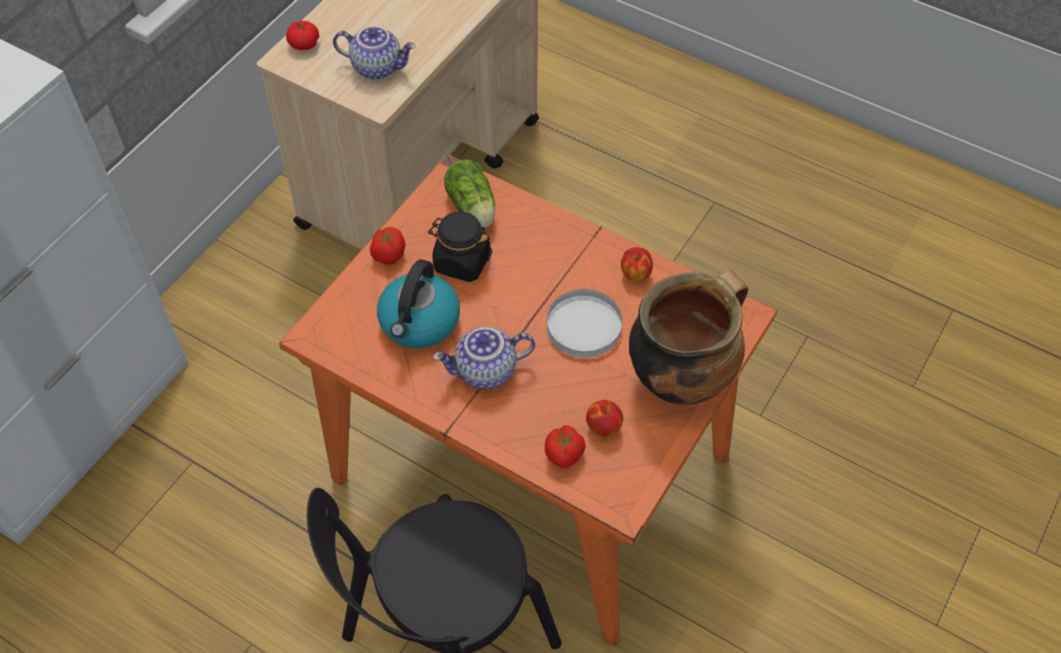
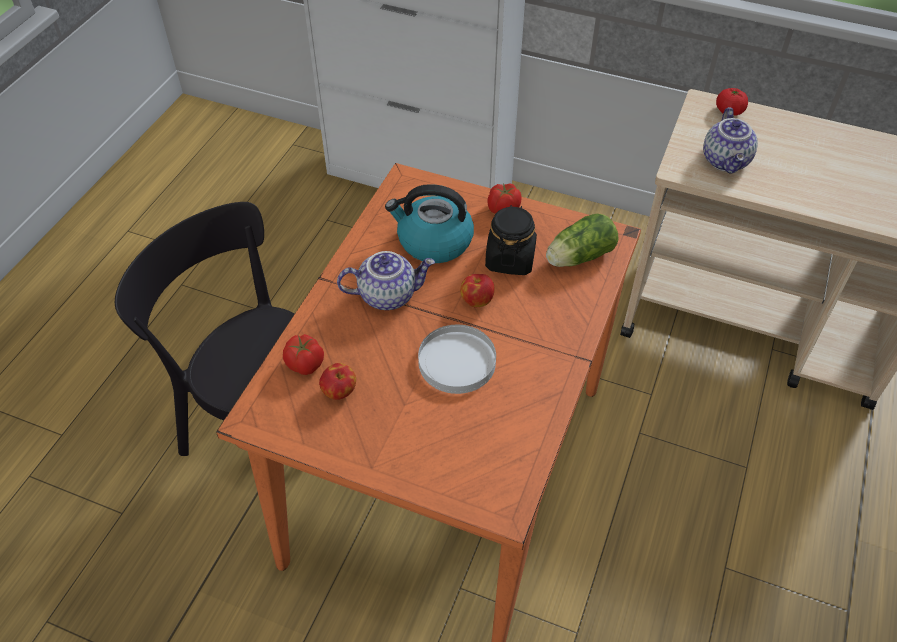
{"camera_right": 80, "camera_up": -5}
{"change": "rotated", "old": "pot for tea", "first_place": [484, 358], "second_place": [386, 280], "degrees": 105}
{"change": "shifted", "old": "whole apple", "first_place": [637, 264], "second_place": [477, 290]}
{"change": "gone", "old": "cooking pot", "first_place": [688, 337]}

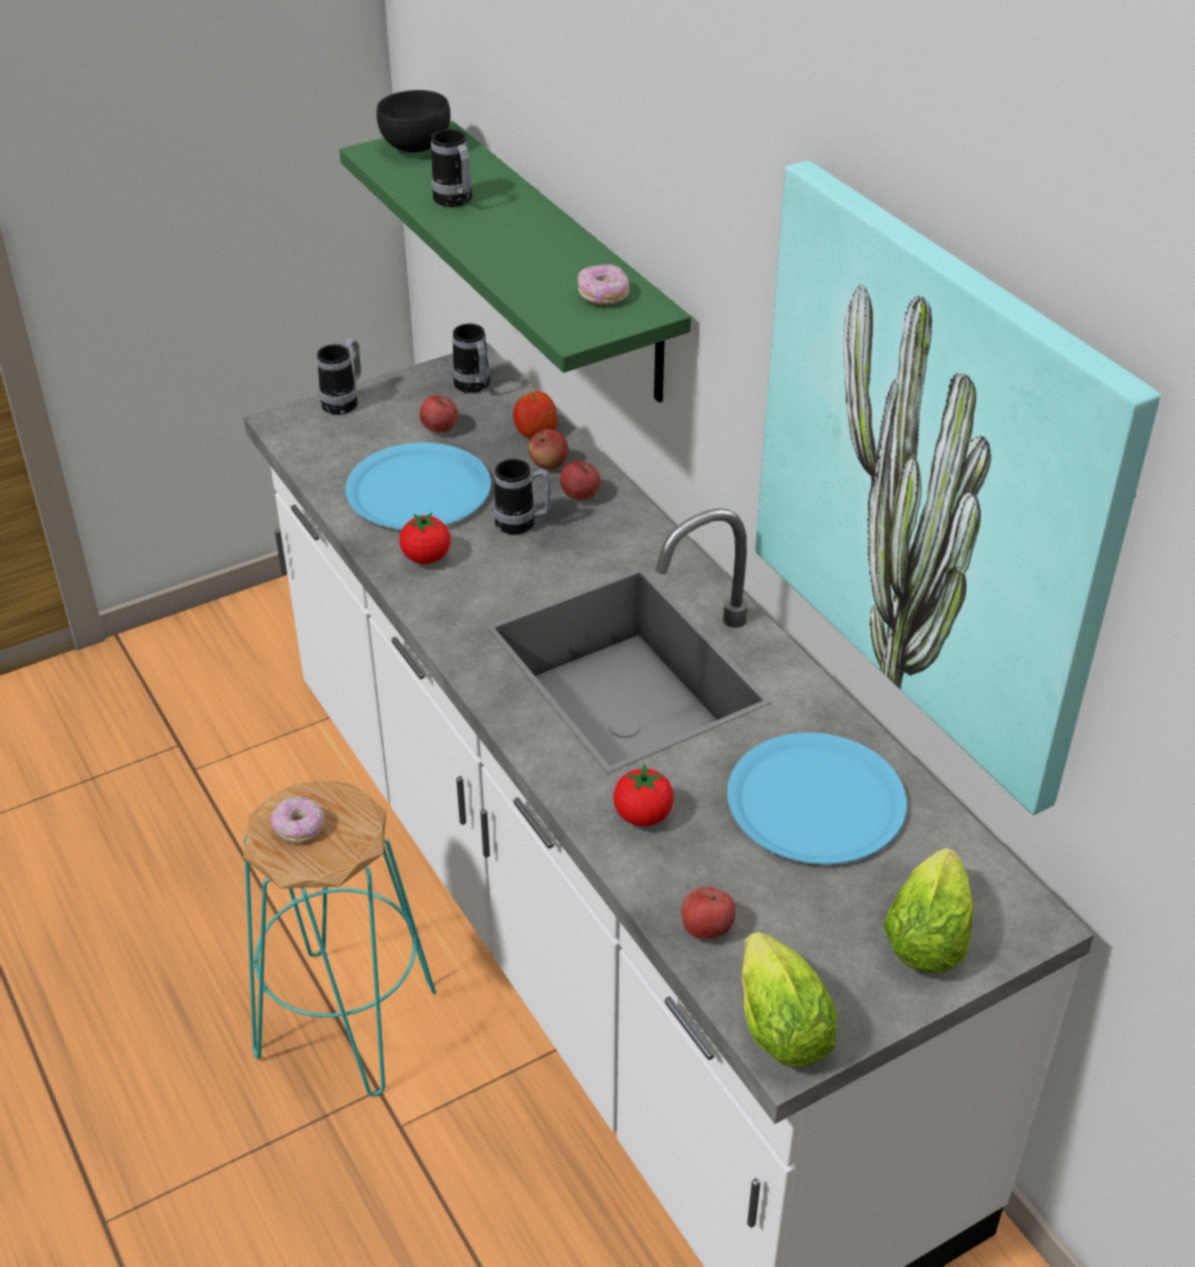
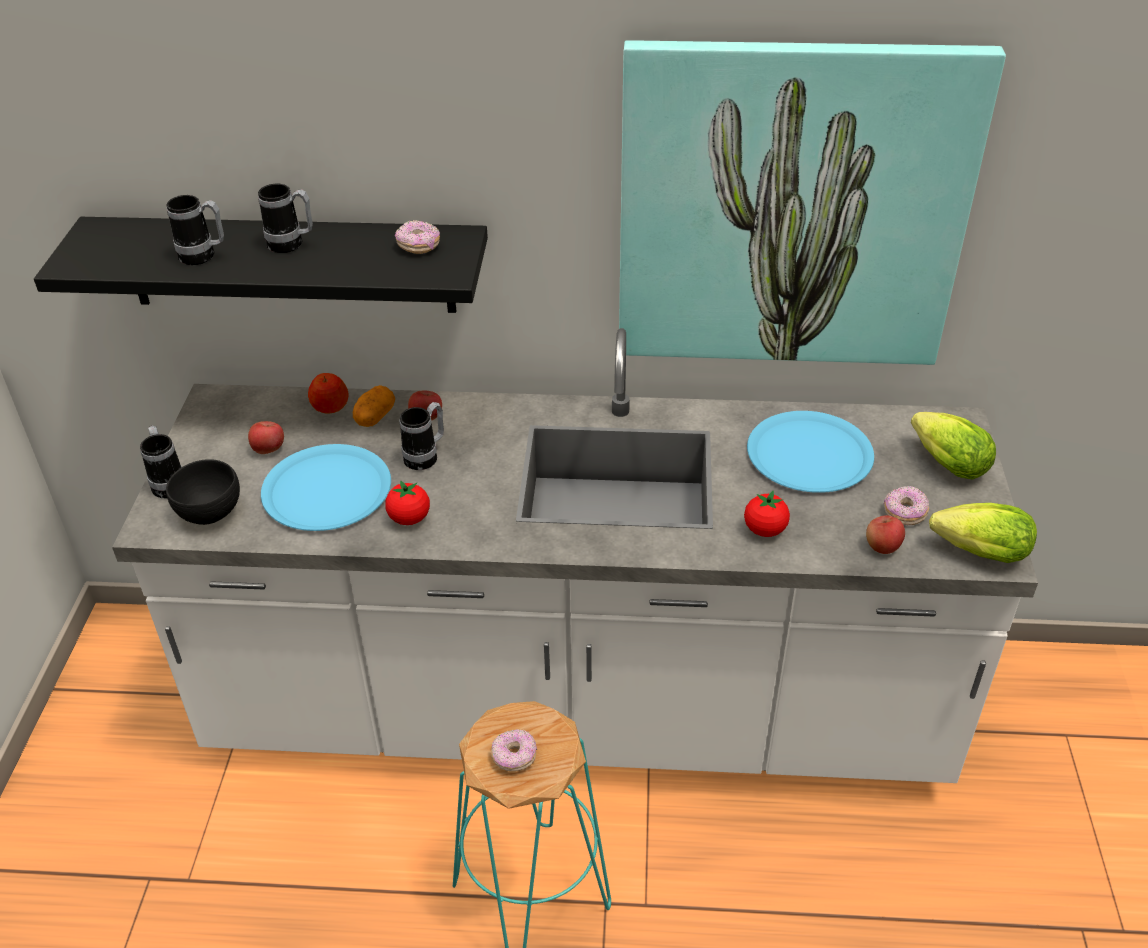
{"camera_right": -55, "camera_up": 0}
{"change": "repainted", "old": "greenish wall shelf", "new": "black-coloured wall shelf", "first_place": [515, 262], "second_place": [261, 265]}
{"change": "shifted", "old": "black-coloured deep dish", "first_place": [413, 121], "second_place": [203, 492]}
{"change": "shifted", "old": "coffee mug", "first_place": [471, 358], "second_place": [285, 218]}
{"change": "swapped", "old": "whole apple", "new": "whole potato", "first_place": [548, 449], "second_place": [374, 406]}
{"change": "new", "new": "doughnut", "second_place": [906, 505]}

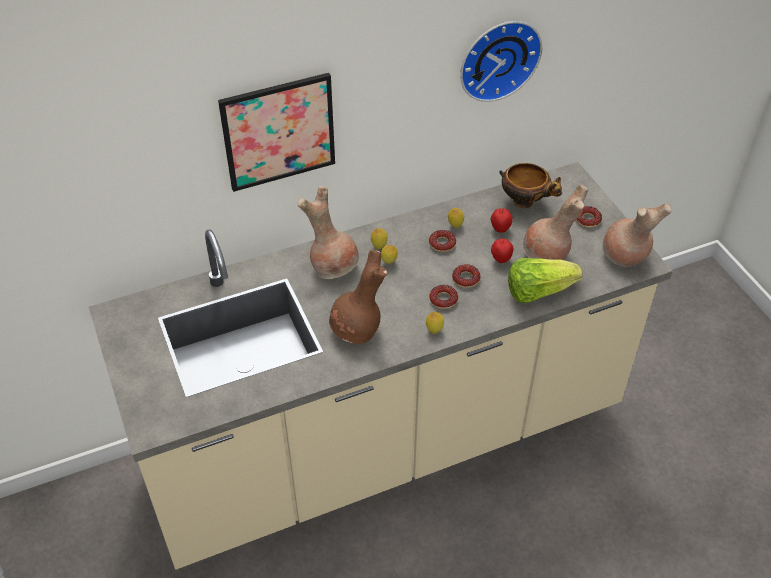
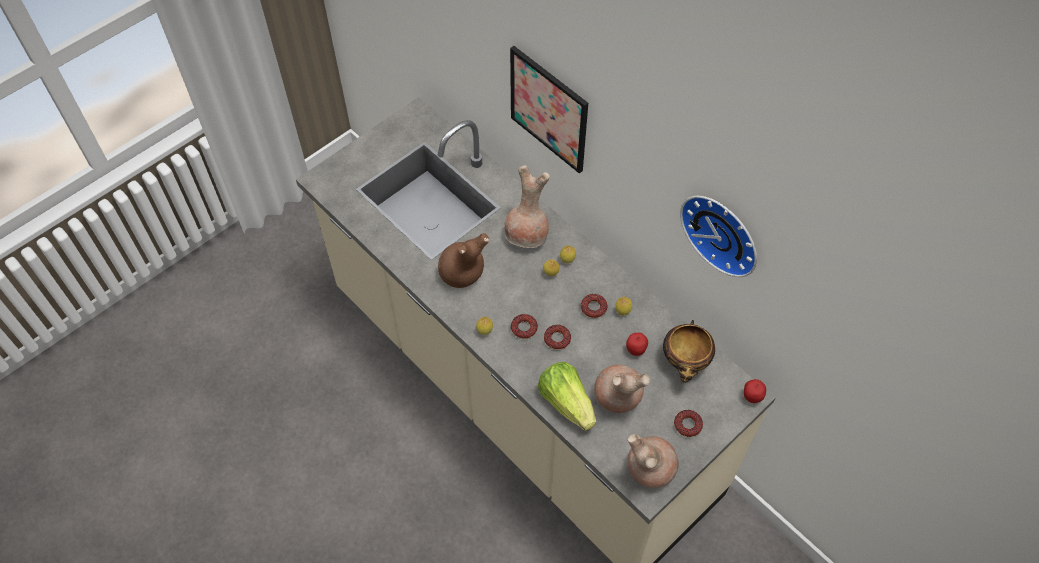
{"camera_right": 70, "camera_up": 10}
{"change": "shifted", "old": "whole apple", "first_place": [502, 250], "second_place": [755, 391]}

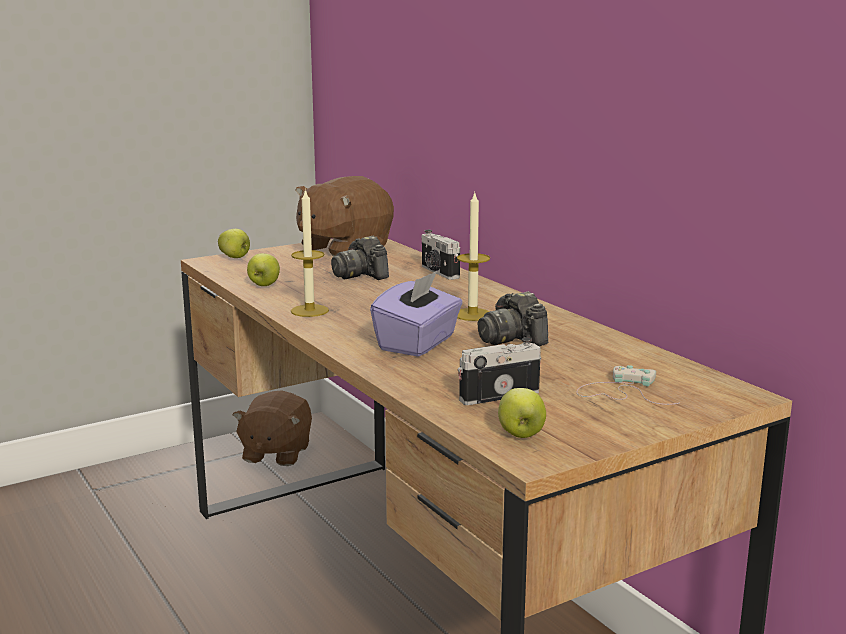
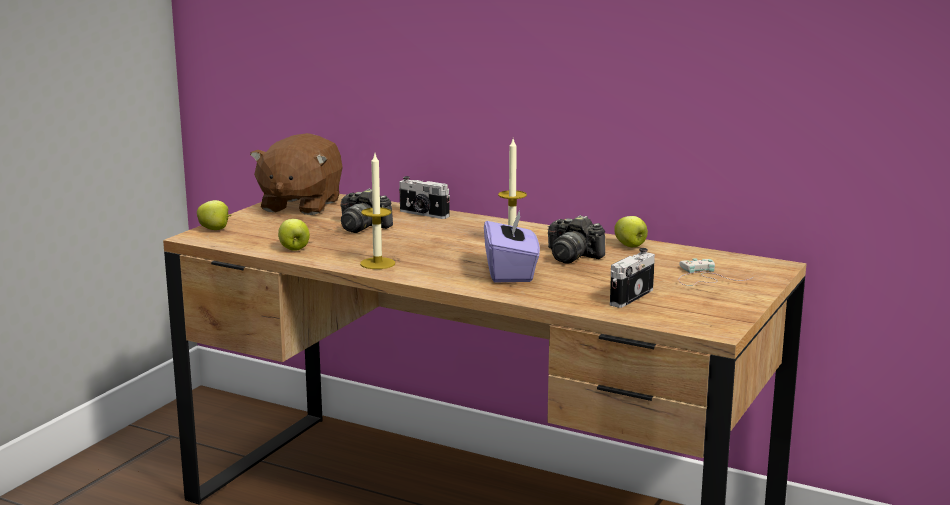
{"camera_right": -30, "camera_up": 0}
{"change": "gone", "old": "brown-coloured soft toy", "first_place": [272, 428]}
{"change": "shifted", "old": "whole apple", "first_place": [522, 413], "second_place": [631, 231]}

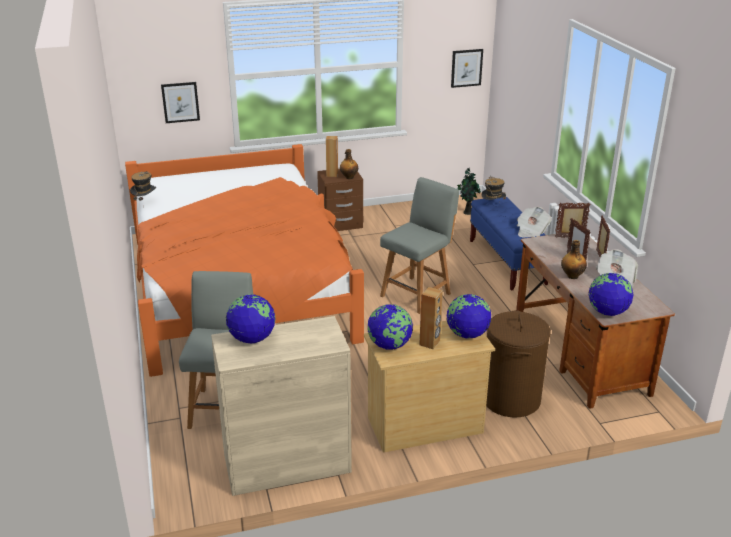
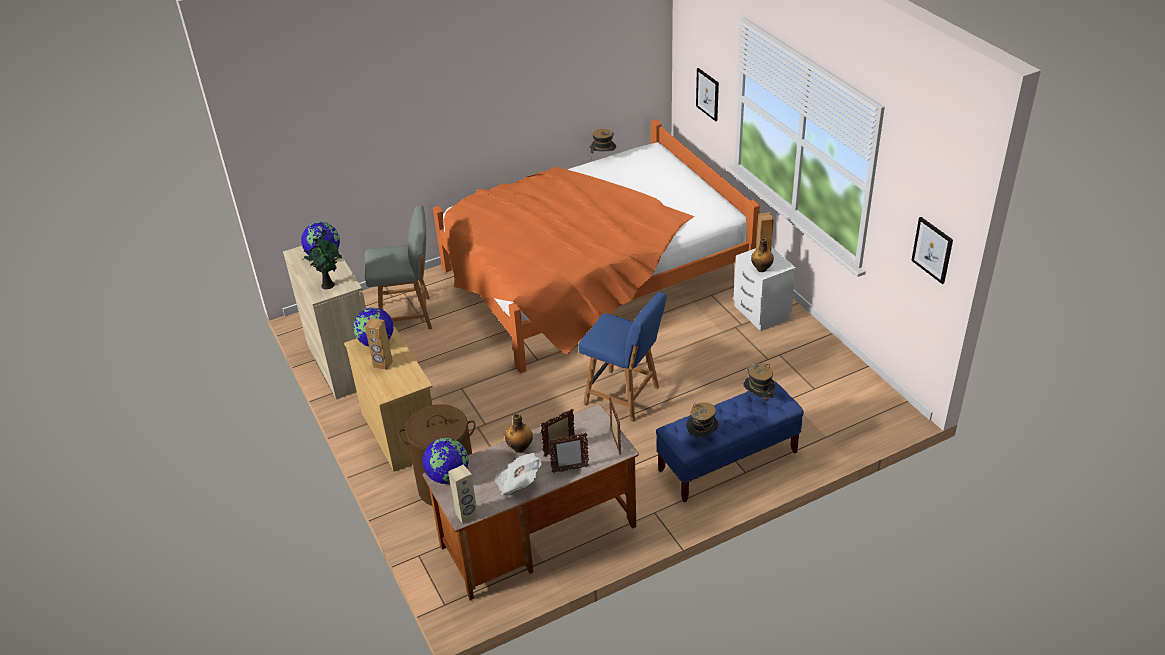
{"camera_right": 80, "camera_up": 10}
{"change": "repainted", "old": "brown-coloured nightstand", "new": "white nightstand", "first_place": [340, 200], "second_place": [764, 289]}
{"change": "repainted", "old": "gray plain chair", "new": "blue plain chair", "first_place": [419, 245], "second_place": [622, 357]}
{"change": "gone", "old": "globe", "first_place": [468, 316]}
{"change": "shifted", "old": "potted plant", "first_place": [469, 191], "second_place": [322, 259]}
{"change": "swapped", "old": "newspaper", "new": "clothing hat", "first_place": [533, 222], "second_place": [702, 419]}
{"change": "new", "new": "beige loudspeaker", "second_place": [463, 494]}

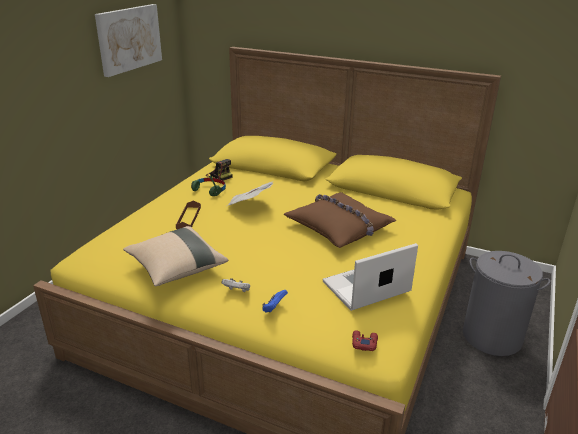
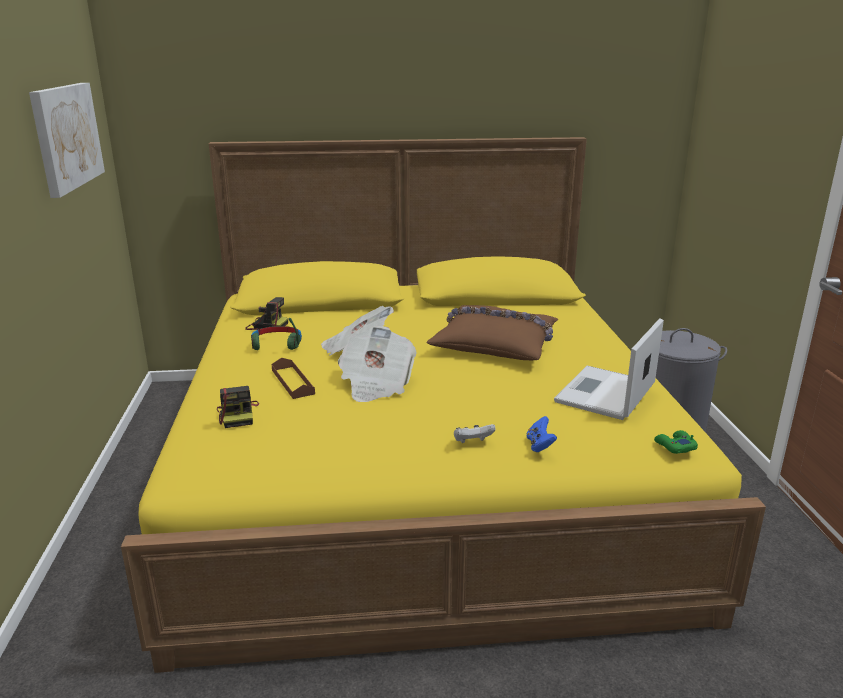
{"camera_right": -30, "camera_up": -5}
{"change": "gone", "old": "beige throw pillow", "first_place": [176, 256]}
{"change": "repainted", "old": "red gamepad", "new": "greenish gamepad", "first_place": [365, 340], "second_place": [676, 442]}
{"change": "new", "new": "still camera", "second_place": [238, 407]}
{"change": "new", "new": "newspaper", "second_place": [377, 364]}

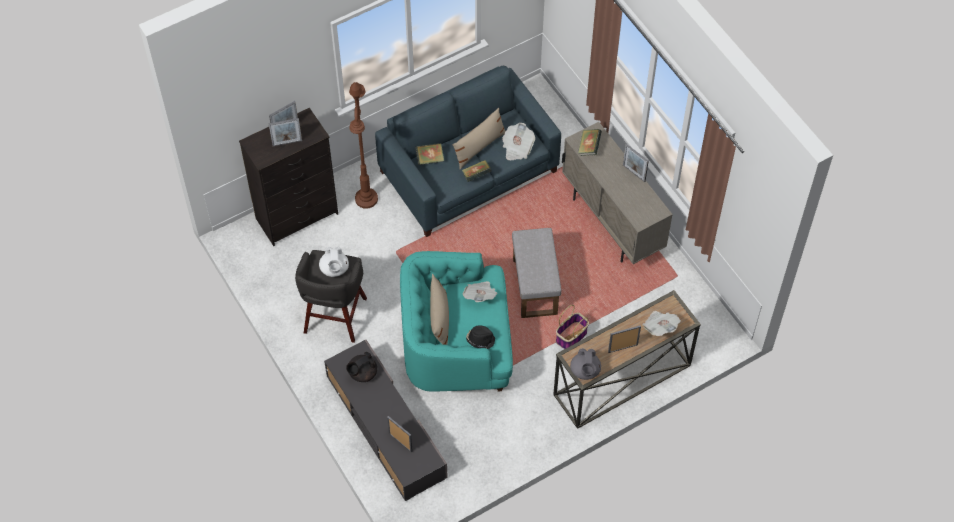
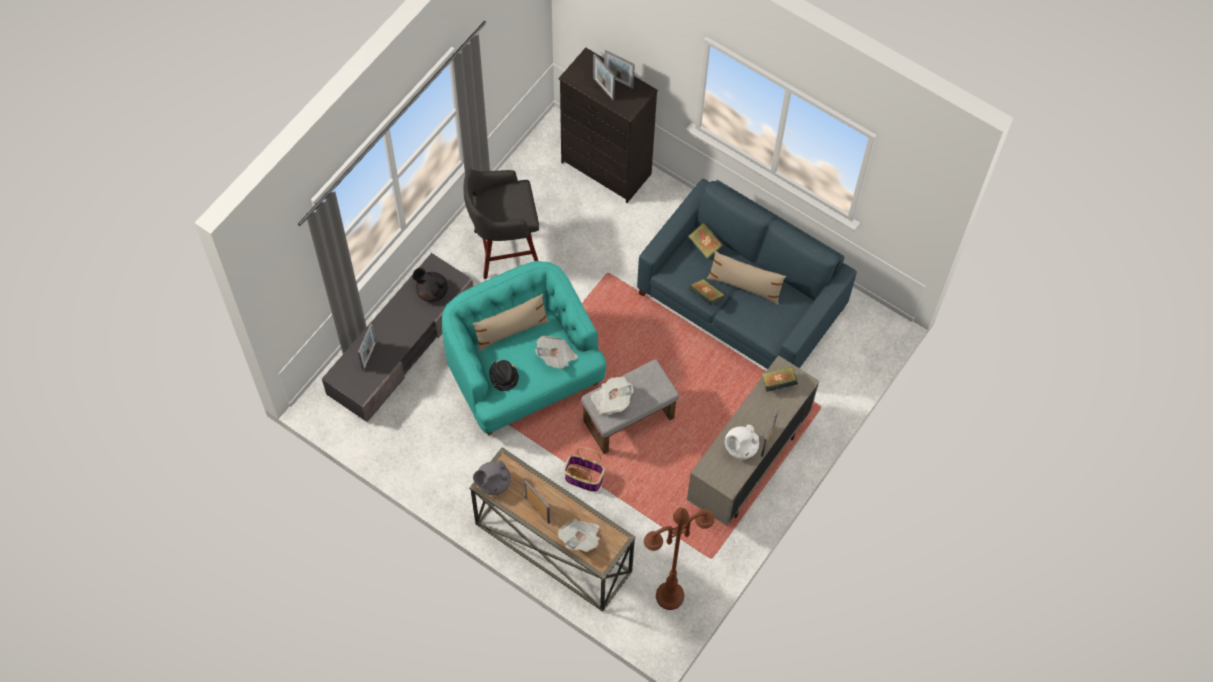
{"camera_right": 65, "camera_up": 5}
{"change": "shifted", "old": "white pot for tea", "first_place": [334, 262], "second_place": [742, 442]}
{"change": "shifted", "old": "brown-coloured floor lamp", "first_place": [363, 145], "second_place": [679, 559]}
{"change": "shifted", "old": "newspaper", "first_place": [518, 141], "second_place": [612, 396]}

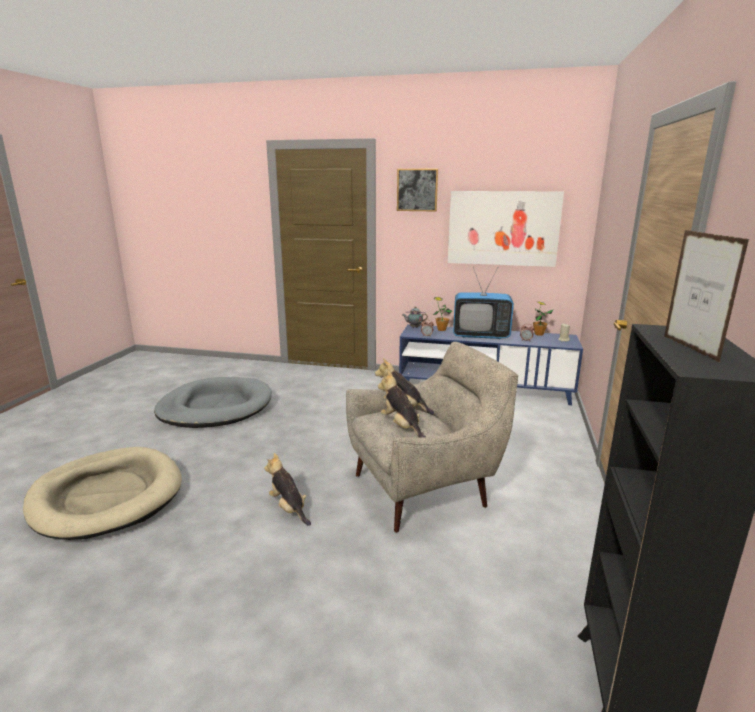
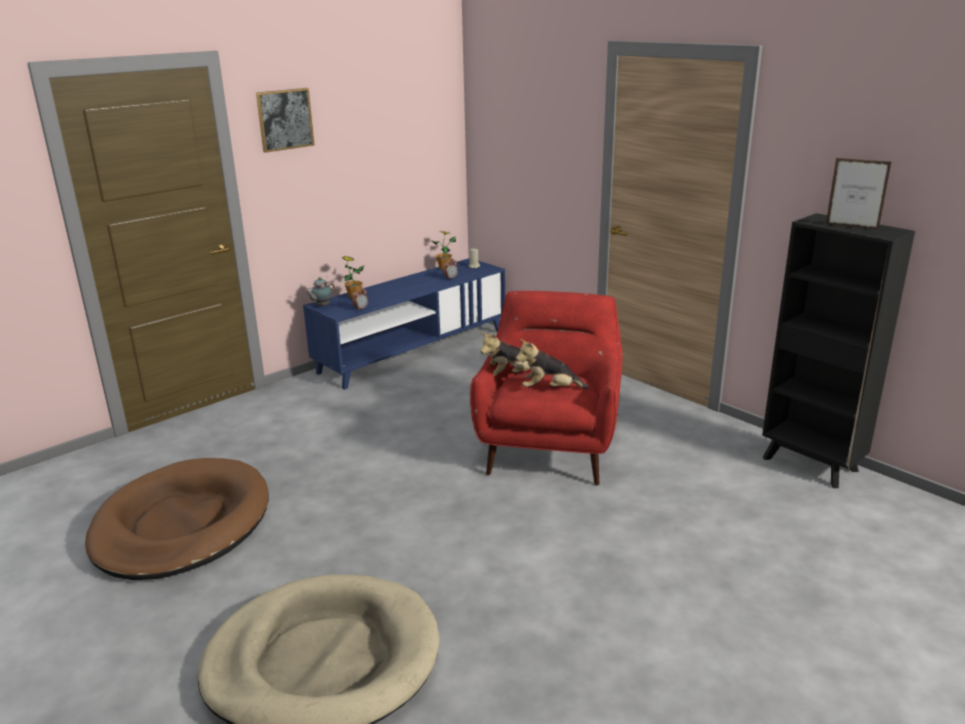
{"camera_right": -55, "camera_up": 5}
{"change": "repainted", "old": "gray dog bed", "new": "brown-coloured dog bed", "first_place": [213, 402], "second_place": [177, 519]}
{"change": "gone", "old": "soft toy", "first_place": [287, 489]}
{"change": "repainted", "old": "beige easy chair", "new": "red easy chair", "first_place": [432, 437], "second_place": [546, 388]}
{"change": "gone", "old": "wall art", "first_place": [506, 229]}
{"change": "gone", "old": "television", "first_place": [483, 303]}

